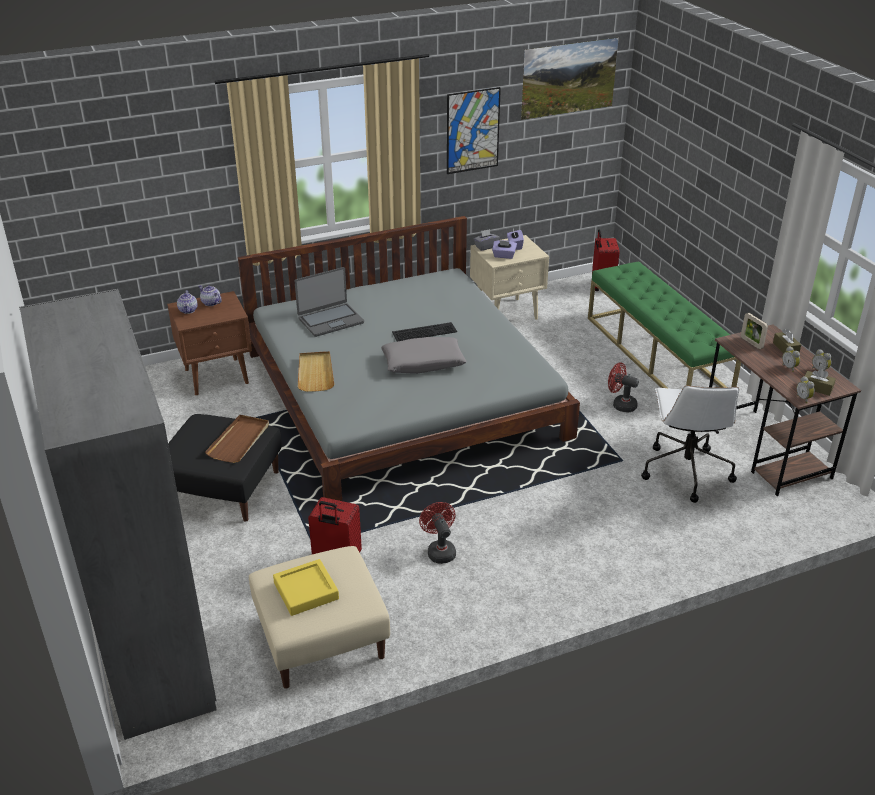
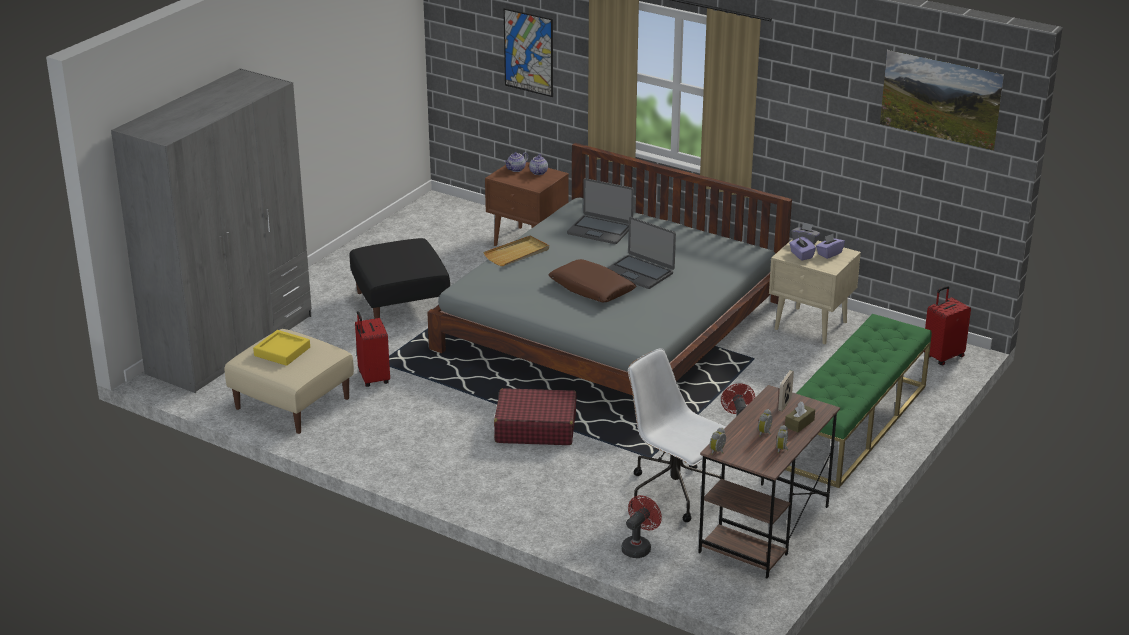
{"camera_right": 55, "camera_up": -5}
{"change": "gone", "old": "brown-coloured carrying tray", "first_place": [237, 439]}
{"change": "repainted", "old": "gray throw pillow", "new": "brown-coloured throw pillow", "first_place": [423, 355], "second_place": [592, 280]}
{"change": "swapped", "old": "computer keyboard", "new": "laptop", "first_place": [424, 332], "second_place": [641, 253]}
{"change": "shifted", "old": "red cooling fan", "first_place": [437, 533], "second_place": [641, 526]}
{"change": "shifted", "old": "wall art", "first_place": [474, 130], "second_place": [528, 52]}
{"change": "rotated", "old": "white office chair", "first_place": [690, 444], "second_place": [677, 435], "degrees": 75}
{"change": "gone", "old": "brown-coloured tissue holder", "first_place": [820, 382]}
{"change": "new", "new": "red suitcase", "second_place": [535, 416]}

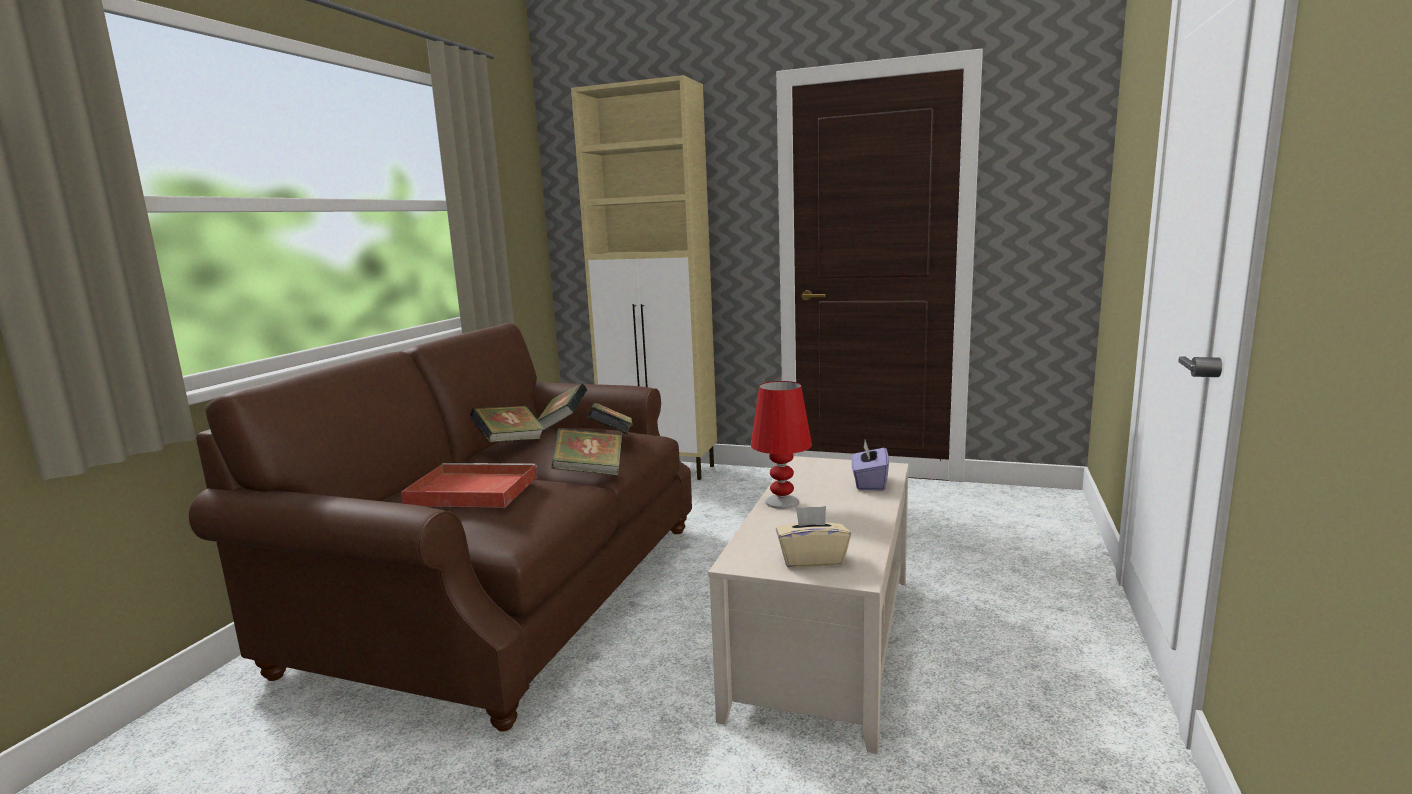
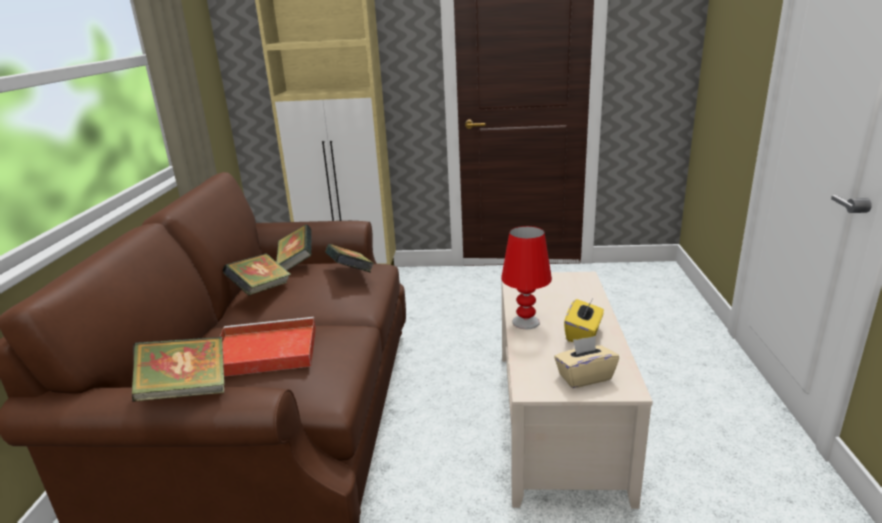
{"camera_right": -15, "camera_up": 10}
{"change": "shifted", "old": "book", "first_place": [587, 452], "second_place": [178, 369]}
{"change": "gone", "old": "purple tissue holder", "first_place": [870, 465]}
{"change": "new", "new": "yellow-coloured tissue holder", "second_place": [584, 320]}

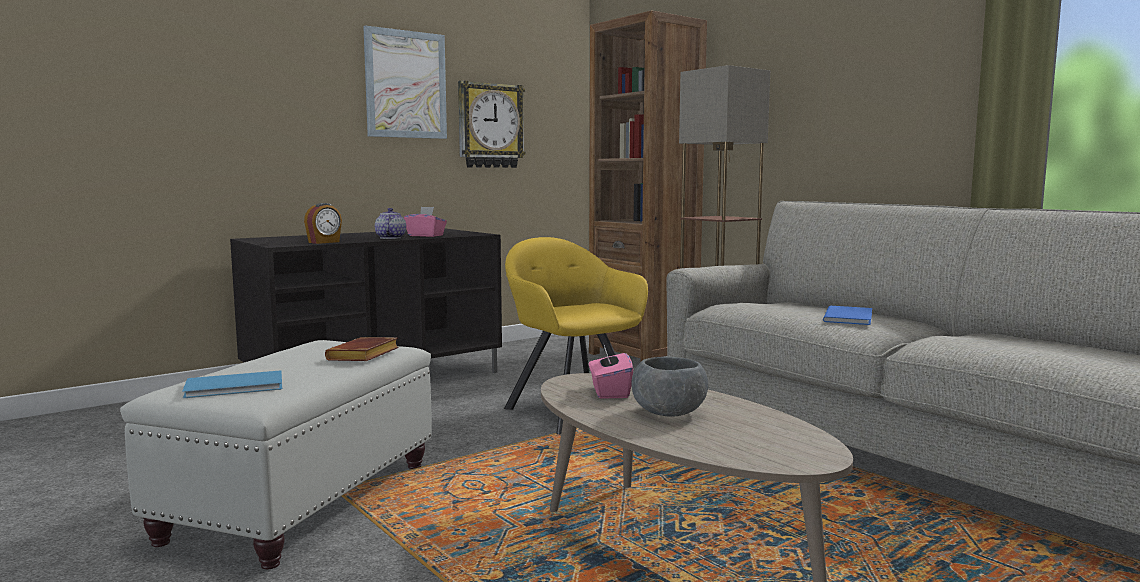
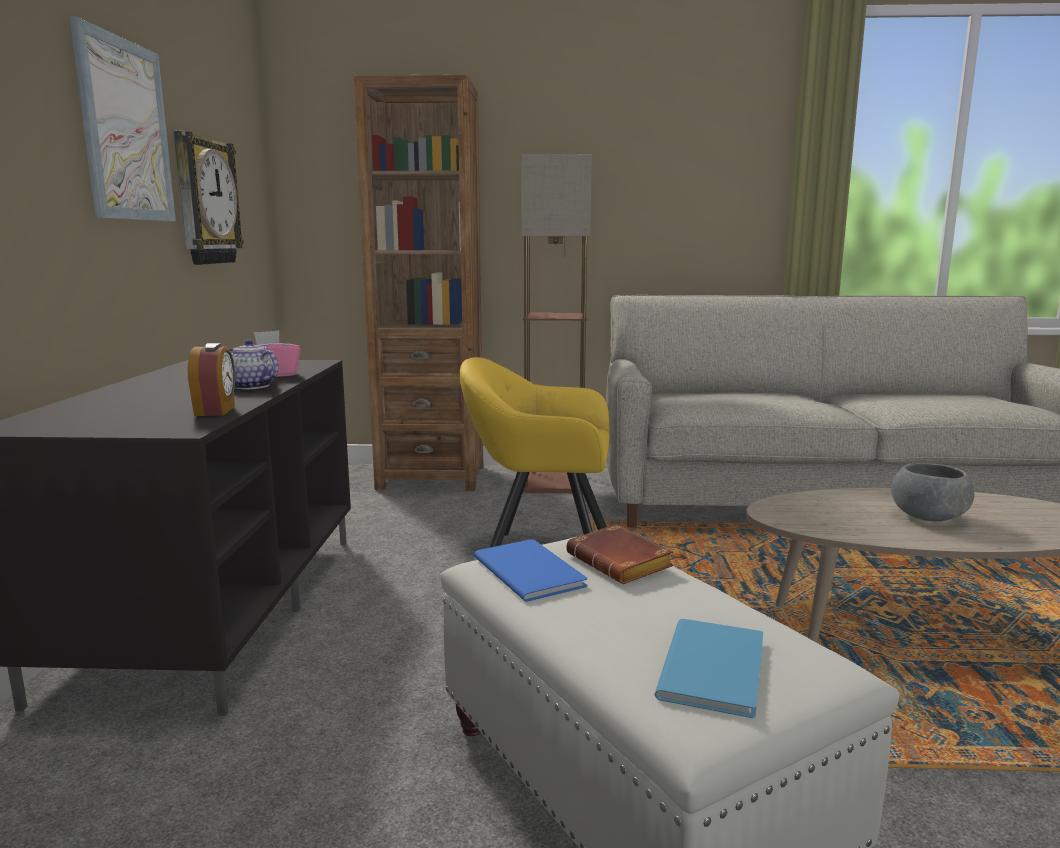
{"camera_right": -50, "camera_up": 5}
{"change": "gone", "old": "pink tissue holder", "first_place": [611, 372]}
{"change": "shifted", "old": "blue book", "first_place": [847, 315], "second_place": [530, 570]}

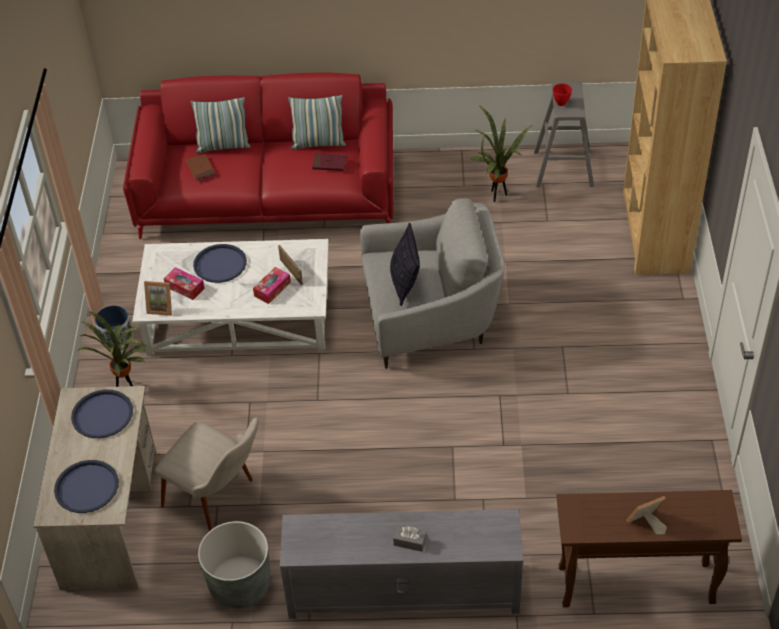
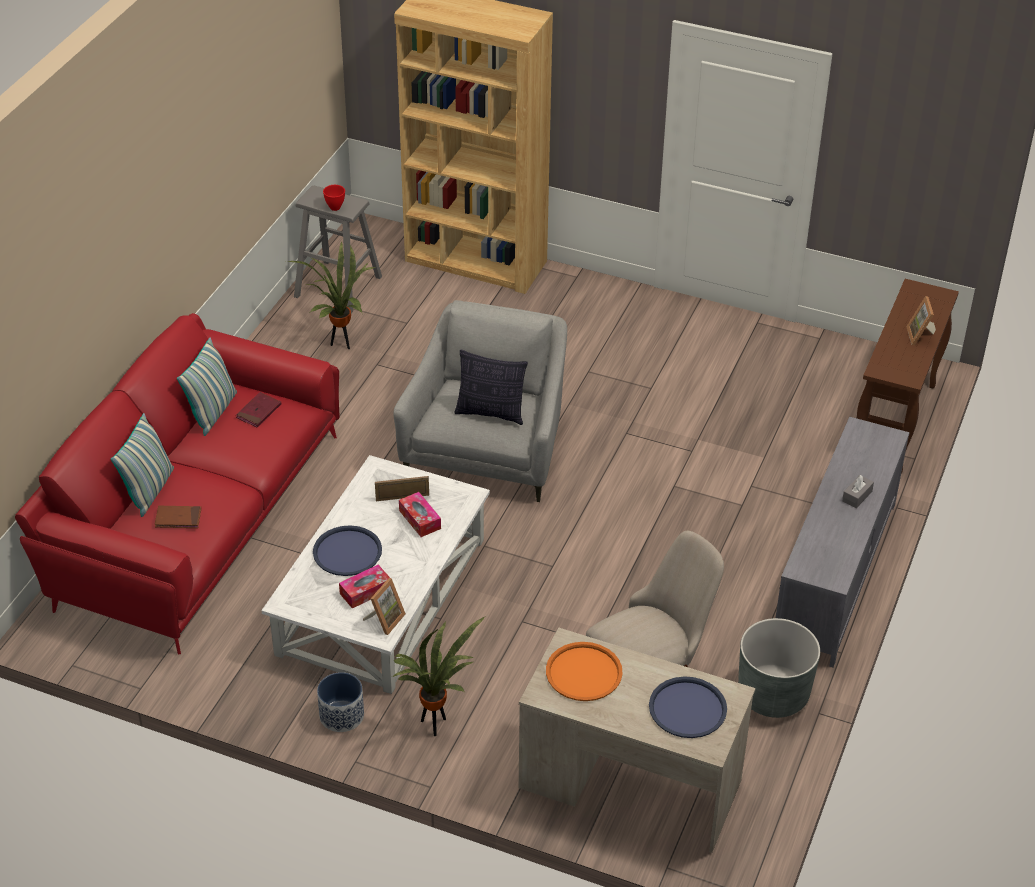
{"camera_right": -70, "camera_up": -5}
{"change": "repainted", "old": "blue carrying tray", "new": "orange-coloured carrying tray", "first_place": [102, 413], "second_place": [584, 671]}

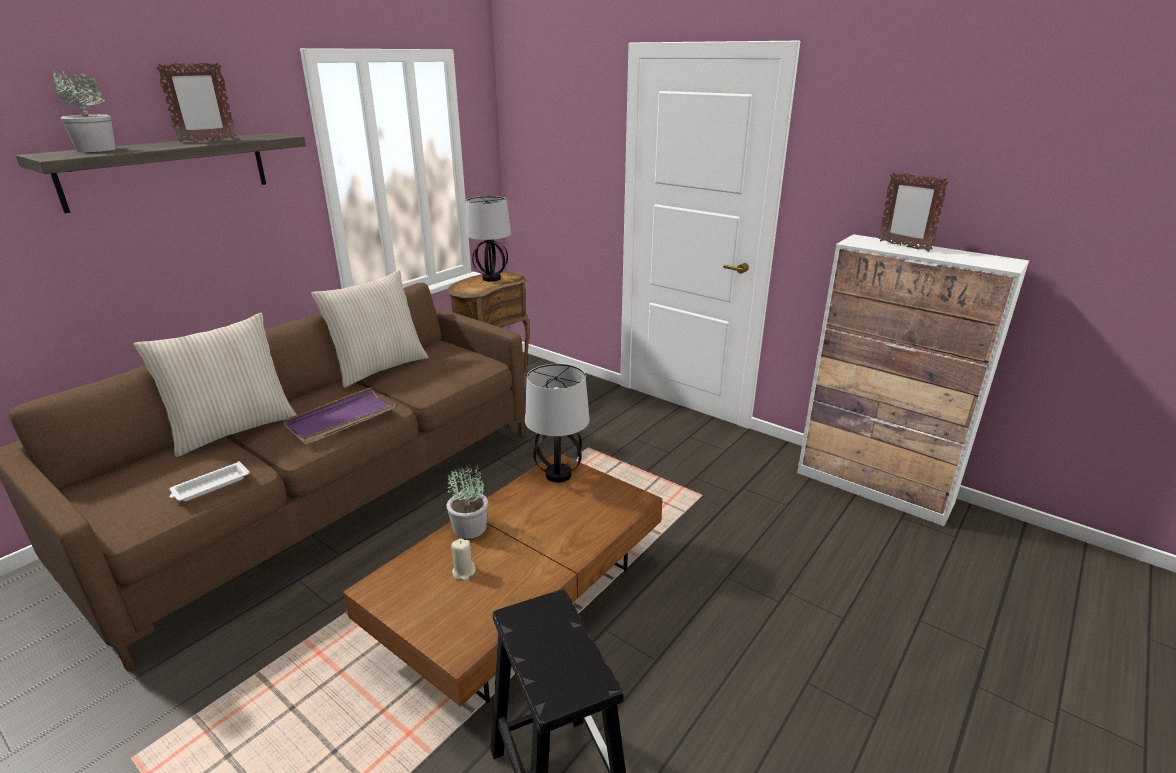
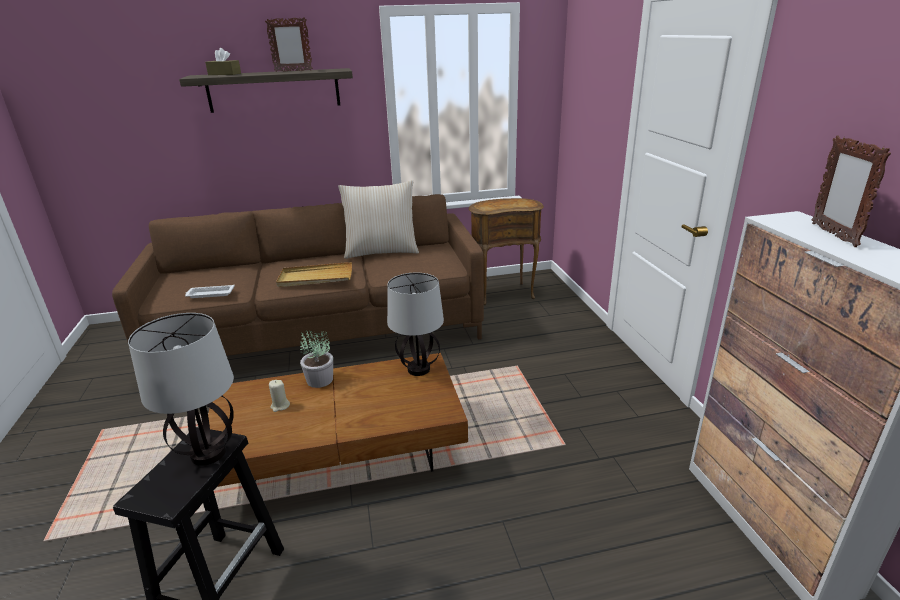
{"camera_right": 40, "camera_up": 0}
{"change": "swapped", "old": "potted plant", "new": "brown-coloured tissue holder", "first_place": [84, 110], "second_place": [223, 61]}
{"change": "gone", "old": "beige throw pillow", "first_place": [215, 385]}
{"change": "repainted", "old": "purple carrying tray", "new": "beige carrying tray", "first_place": [340, 415], "second_place": [314, 274]}
{"change": "shifted", "old": "tabletop lamp", "first_place": [488, 239], "second_place": [181, 389]}

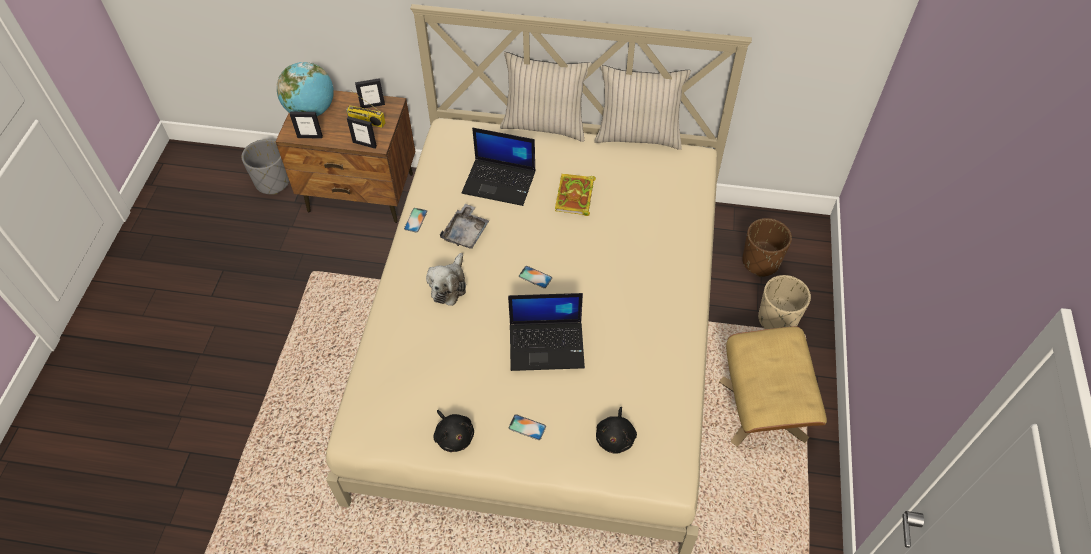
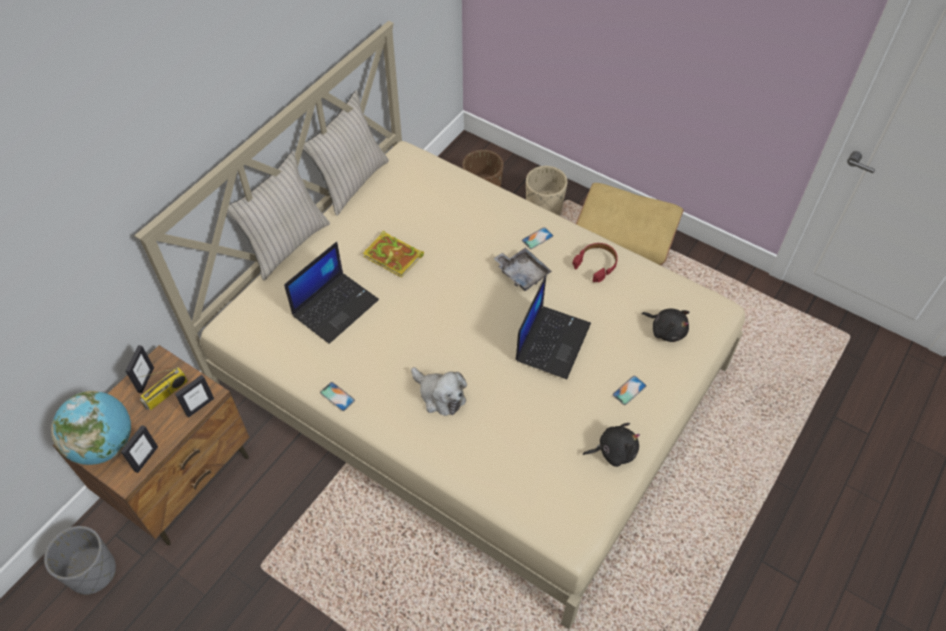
{"camera_right": -65, "camera_up": 0}
{"change": "shifted", "old": "gray carrying tray", "first_place": [464, 226], "second_place": [523, 269]}
{"change": "shifted", "old": "phone", "first_place": [535, 277], "second_place": [537, 238]}
{"change": "new", "new": "red headset", "second_place": [595, 262]}

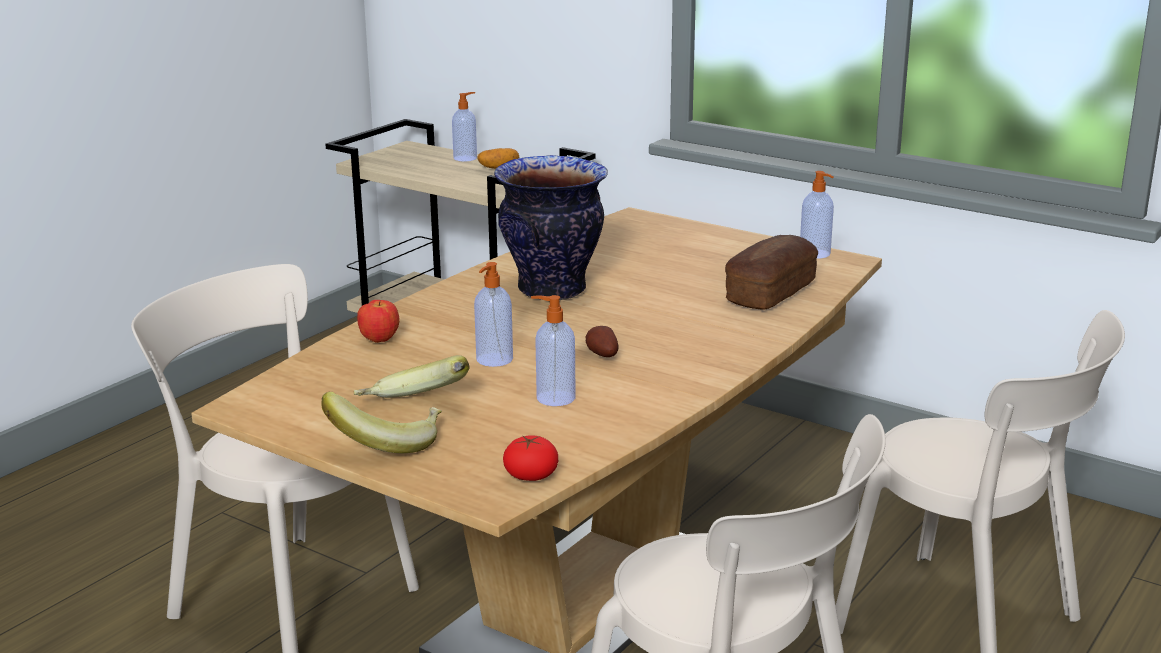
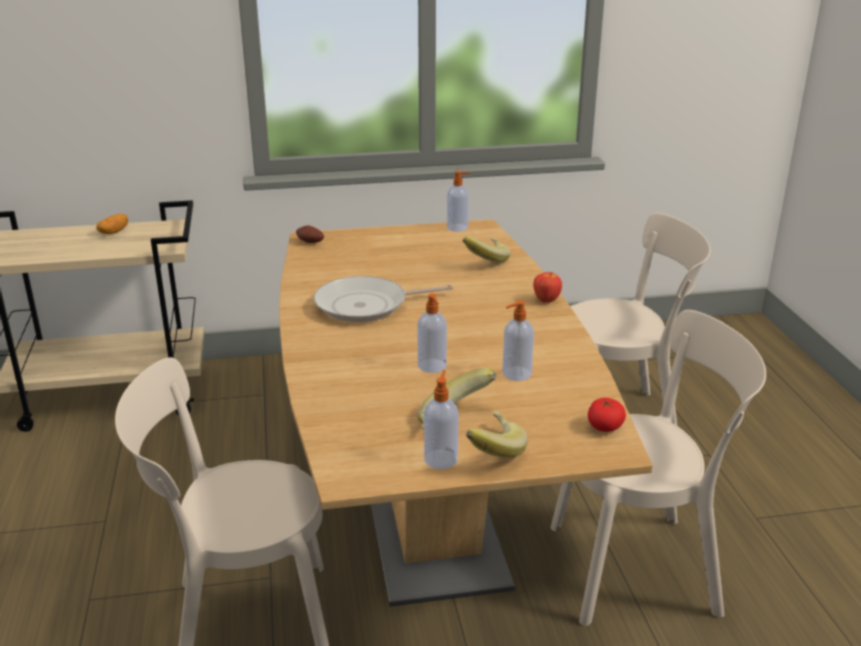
{"camera_right": -45, "camera_up": 5}
{"change": "shifted", "old": "whole apple", "first_place": [378, 321], "second_place": [547, 287]}
{"change": "shifted", "old": "soap dispenser", "first_place": [464, 126], "second_place": [441, 419]}
{"change": "swapped", "old": "decorative vase", "new": "frying pan", "first_place": [551, 227], "second_place": [383, 299]}
{"change": "shifted", "old": "whole potato", "first_place": [602, 341], "second_place": [310, 234]}
{"change": "swapped", "old": "bakery bread", "new": "banana", "first_place": [771, 272], "second_place": [487, 249]}

